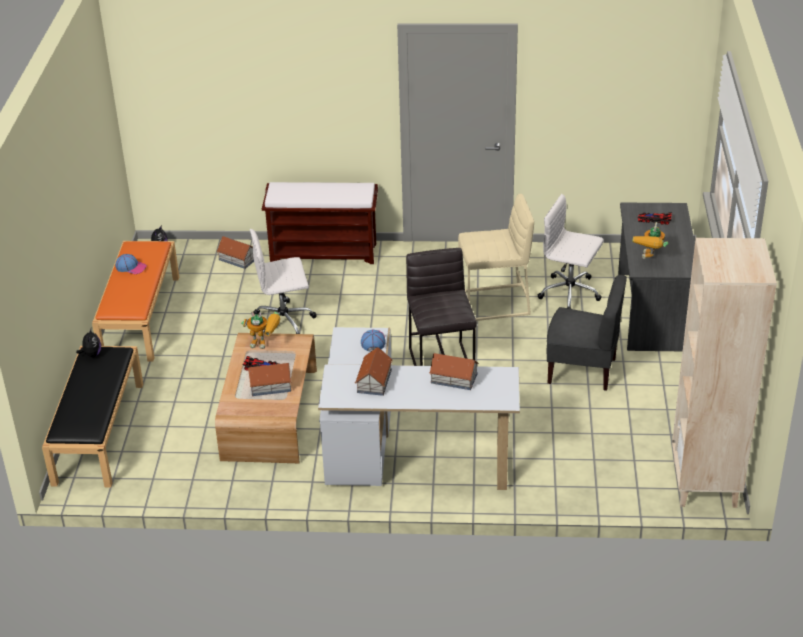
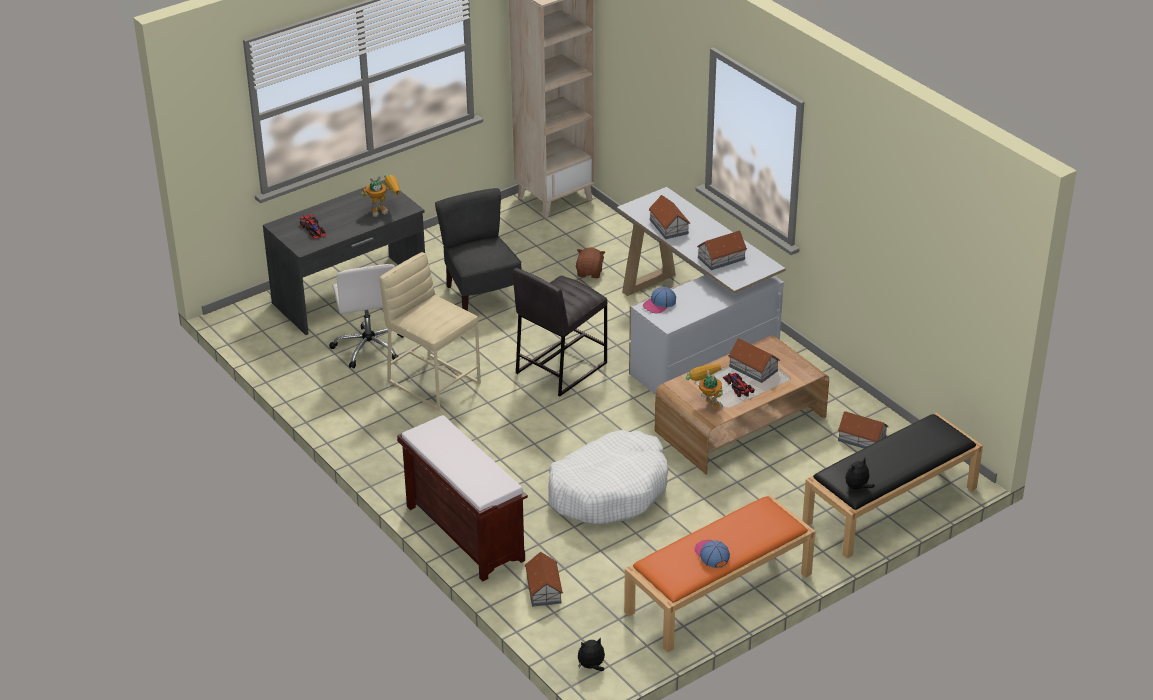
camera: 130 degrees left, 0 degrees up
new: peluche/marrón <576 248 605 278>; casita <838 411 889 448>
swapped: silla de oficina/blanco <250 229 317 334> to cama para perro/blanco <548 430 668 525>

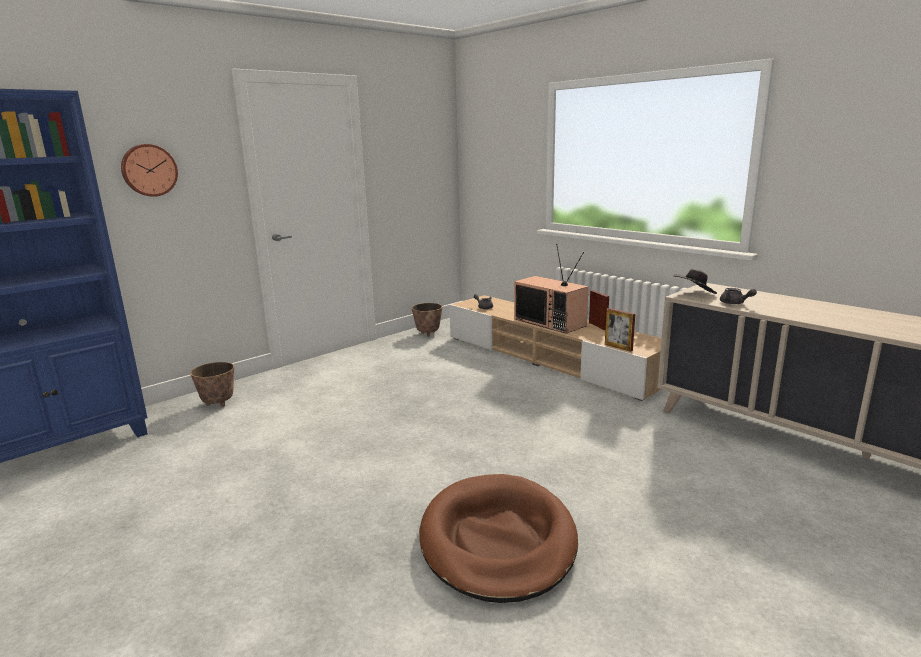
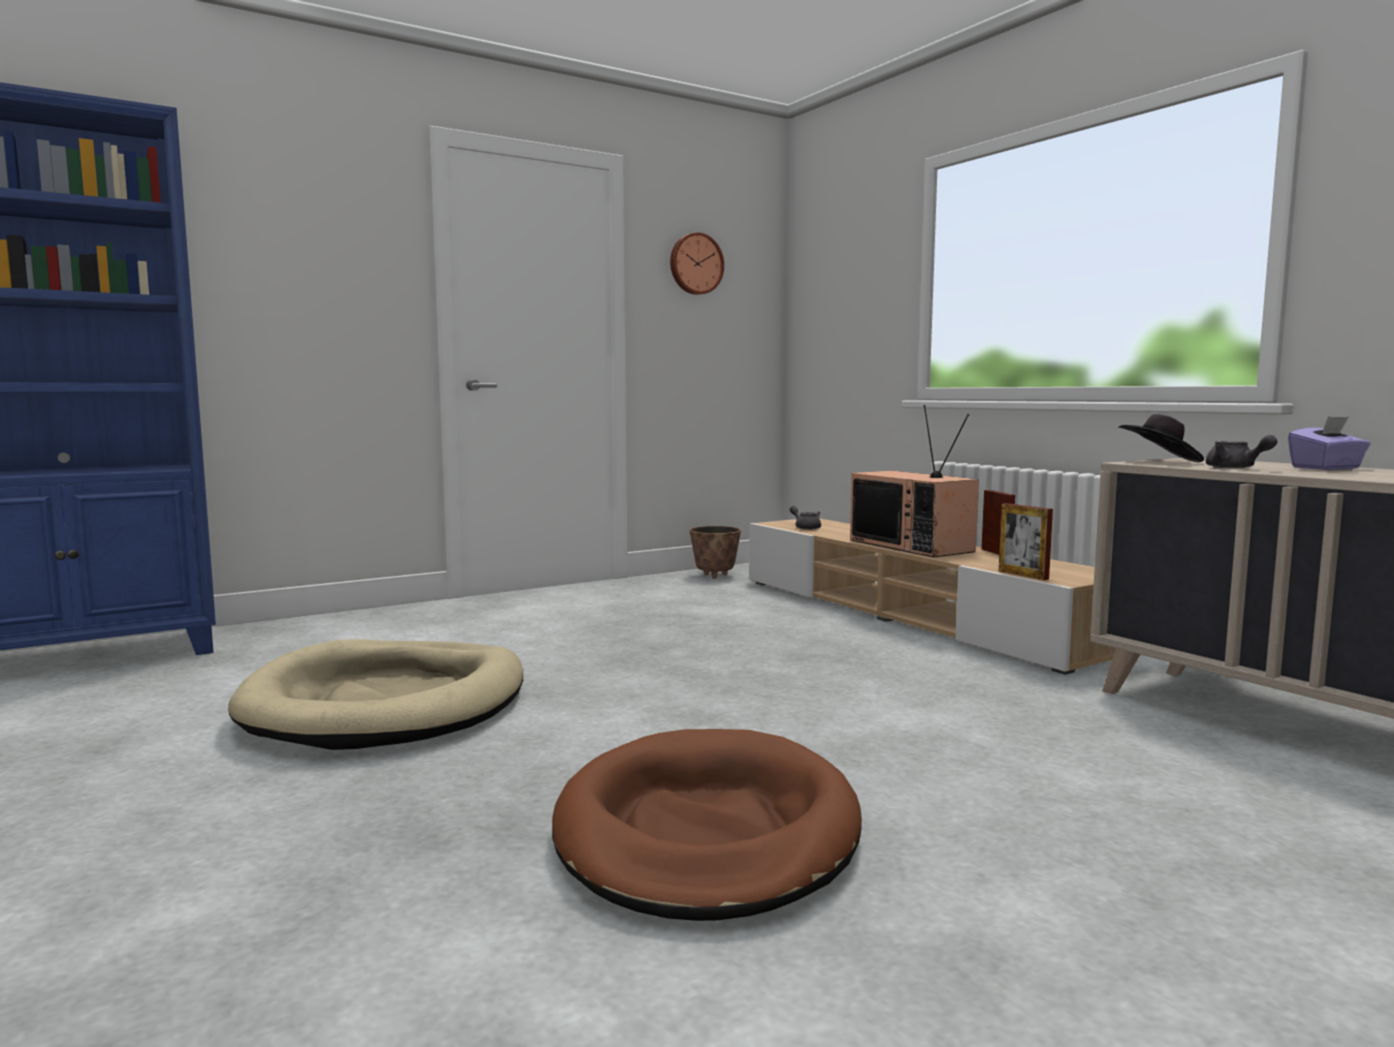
camera: 10 degrees right, 10 degrees down
gone: maceta <190 362 234 407>
new: cama para perro/beis <228 639 523 750>; caja de pañuelos/morado <1288 416 1370 470>
shifted: reloj de pared <121 144 178 197> to <670 232 724 295>

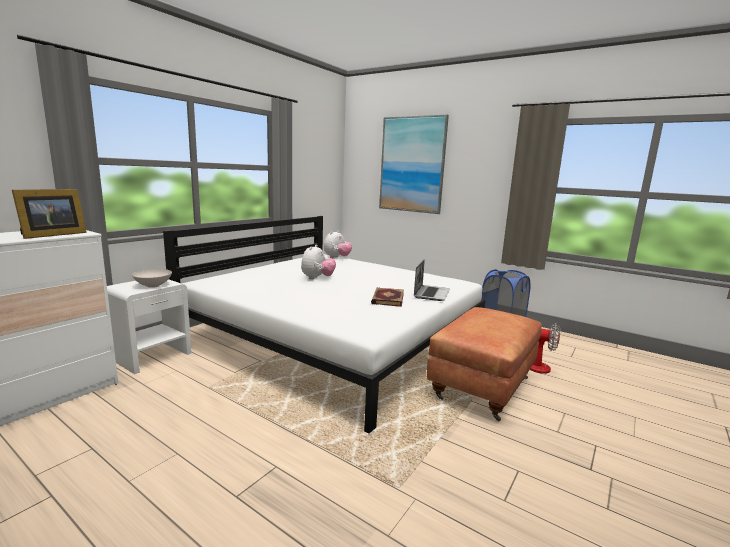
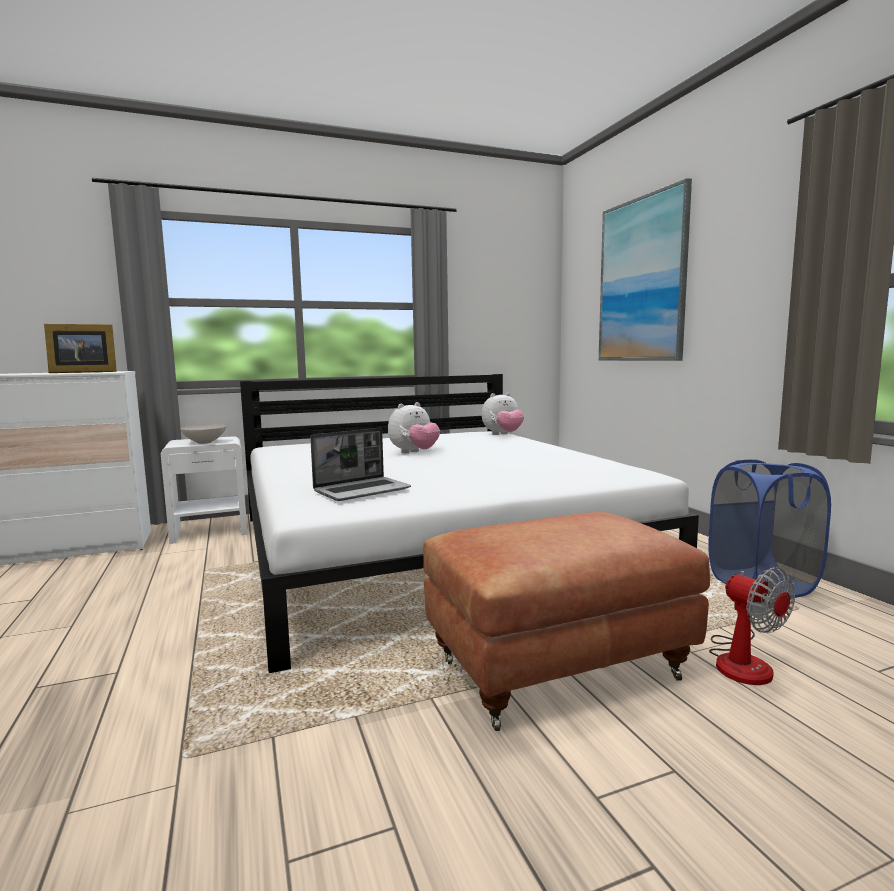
camera: 35 degrees right, 5 degrees down
gone: libro <371 288 404 307>
shifted: portátil <414 259 450 301> to <310 428 411 501>

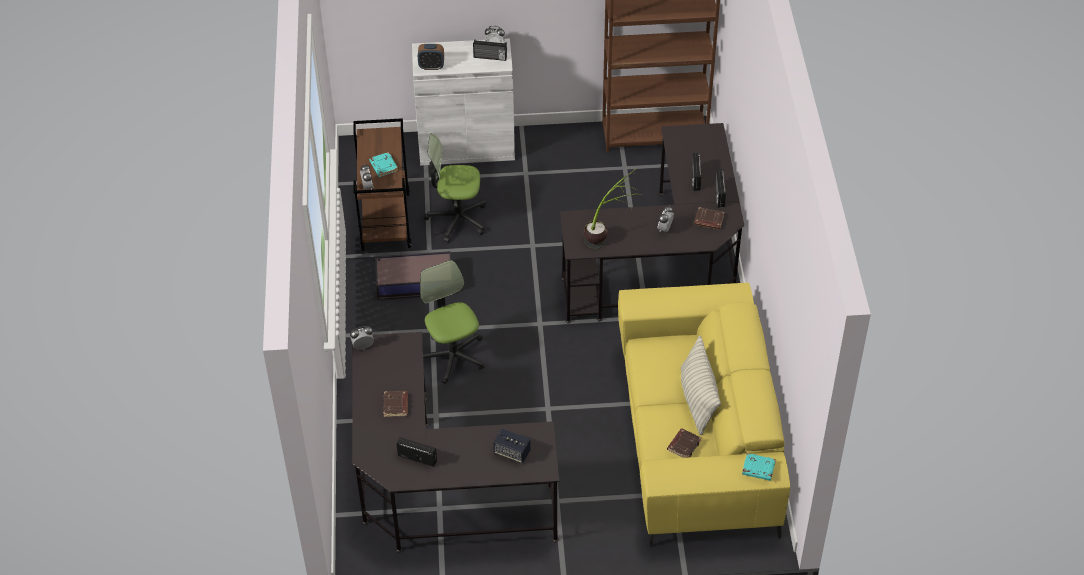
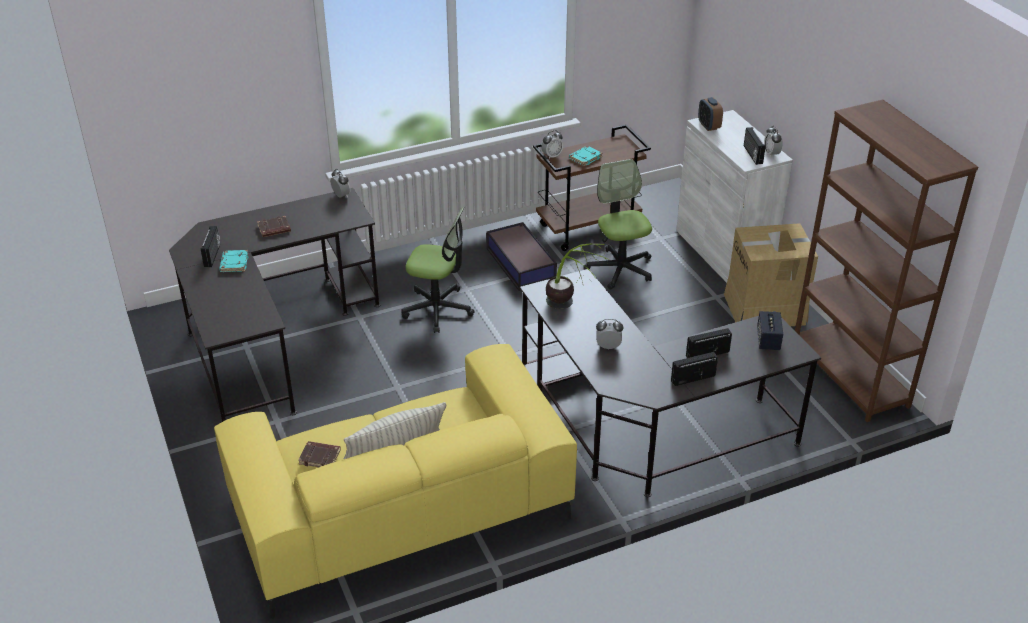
camera: 70 degrees right, 10 degrees down
gone: libro/marrón <694 207 725 230>
new: caja de cartón <724 223 818 326>
shifted: libro/turquesa <742 453 776 481> to <219 250 248 272>; altavoz <493 428 531 463> to <757 311 783 350>
rotated: silla de oficina <420 260 484 384> = <401 207 475 333> 60 degrees clockwise

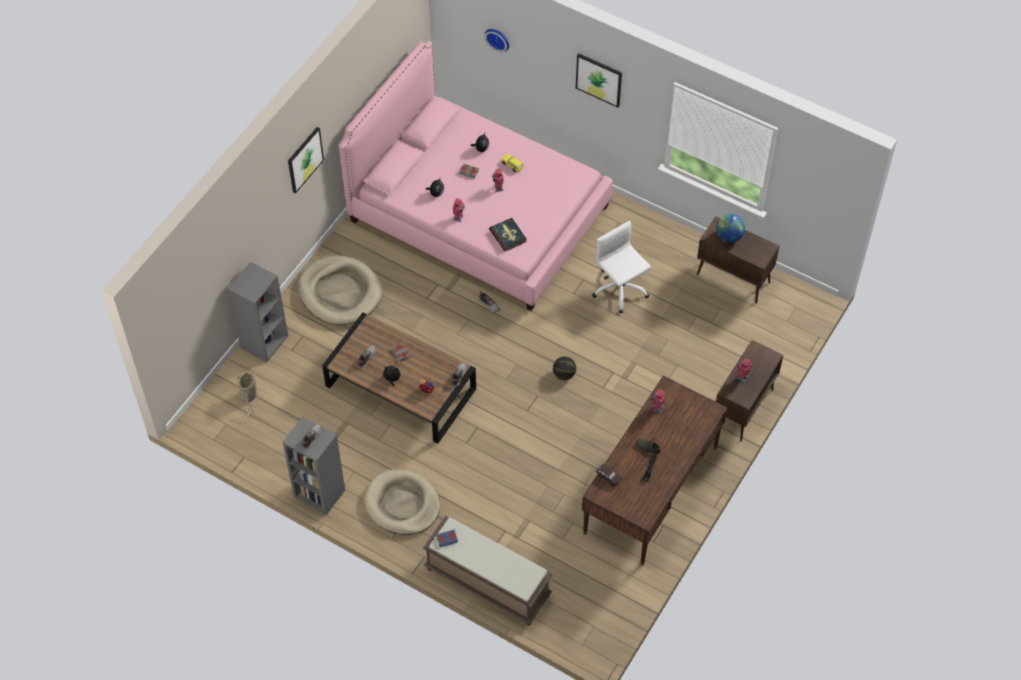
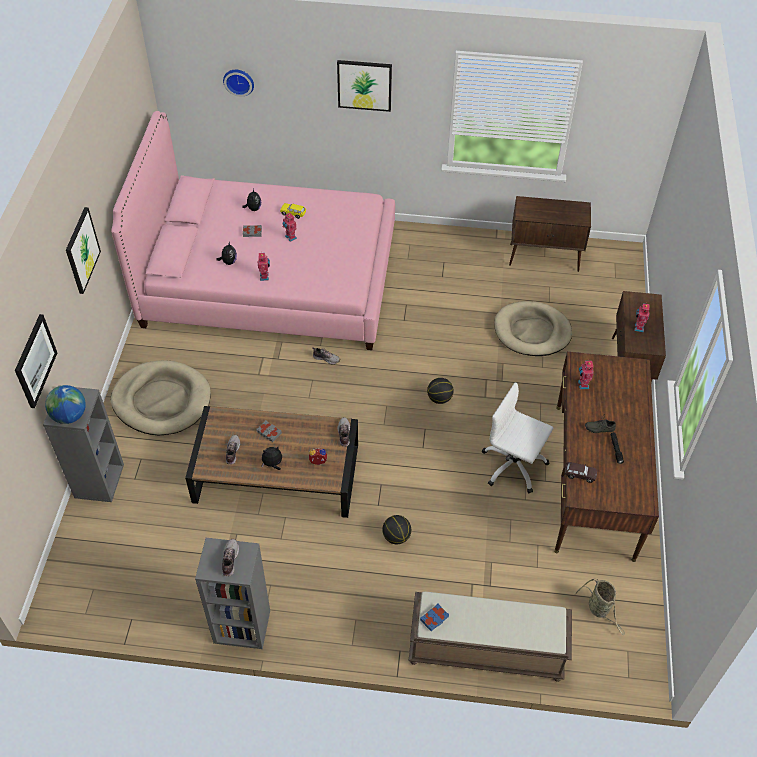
camera: 25 degrees left, 5 degrees down
gone: libro <489 218 527 252>
new: cuadro <15 314 57 408>; balón de baloncesto <382 515 411 544>
shifted: globo terráqueo <716 214 745 243> to <45 385 86 424>; silla de oficina/blanco <592 221 651 313> to <482 382 553 493>; cama para perro/beis <365 469 440 535> to <494 301 572 356>; cesta <236 370 256 418> to <575 579 625 635>

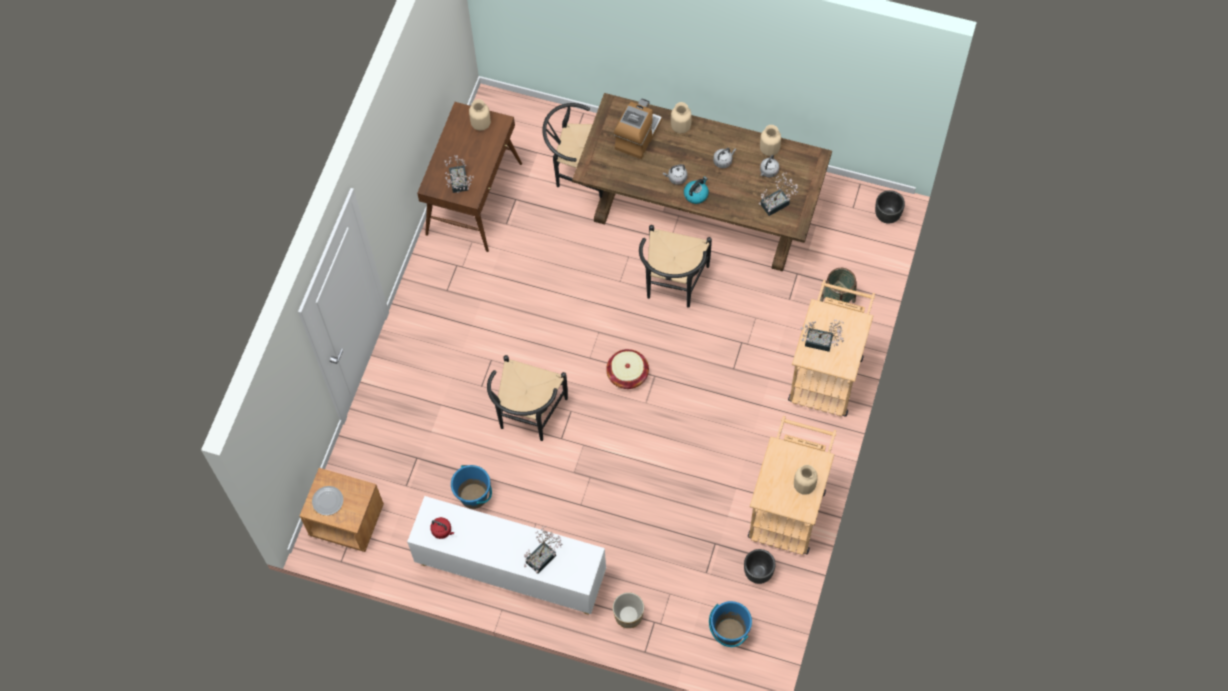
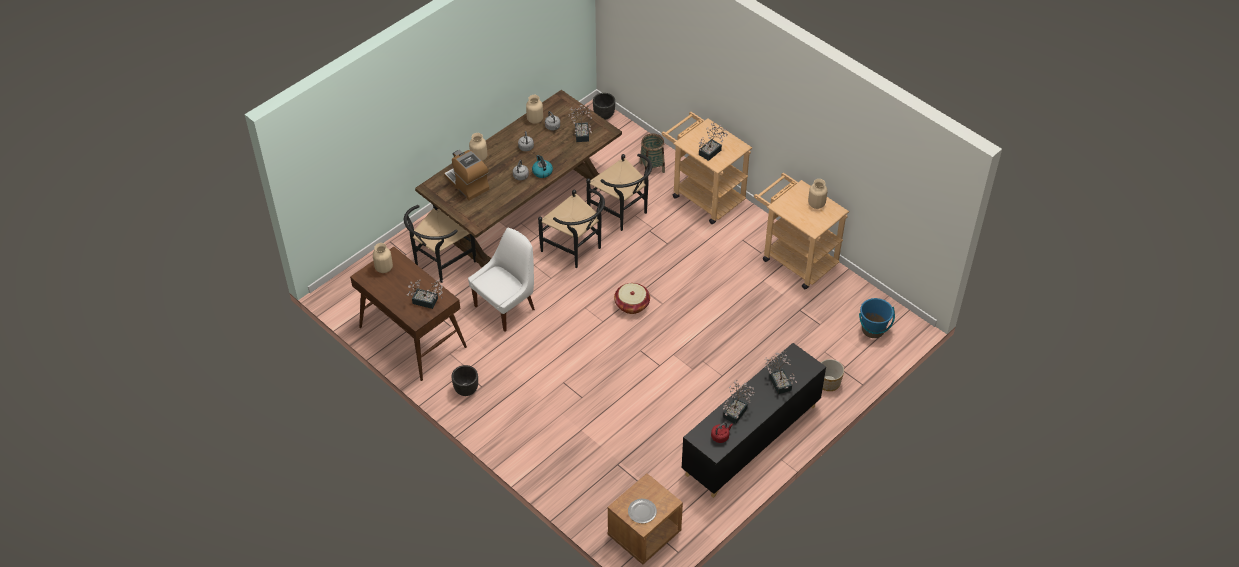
camera: 65 degrees left, 15 degrees down
gone: cubo/azul <451 465 492 509>
new: silla/blanco <468 228 535 332>; planta en maceta <723 380 754 424>
shifted: maceta/negro <744 549 776 584> to <452 365 478 396>; silla/negro <487 355 568 441> to <586 154 652 231>
repainted: armario/blanco <407 496 606 615> to armario/negro <681 343 826 498>

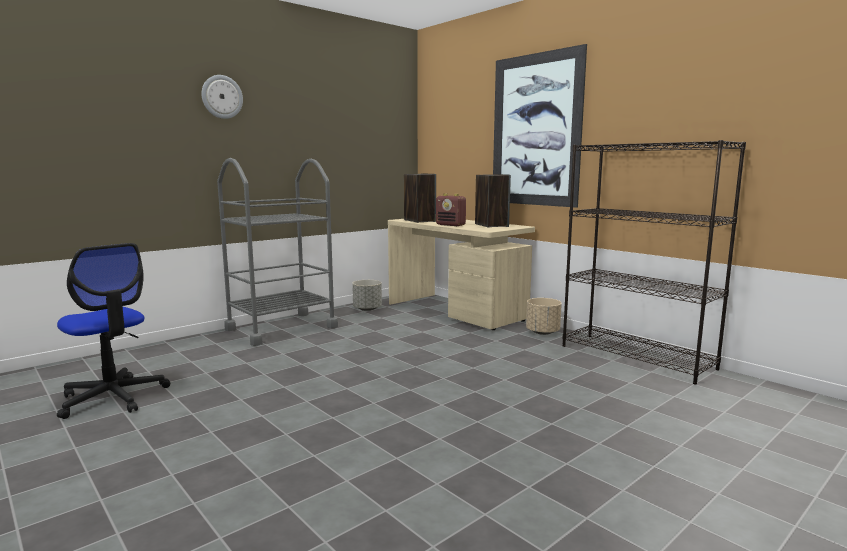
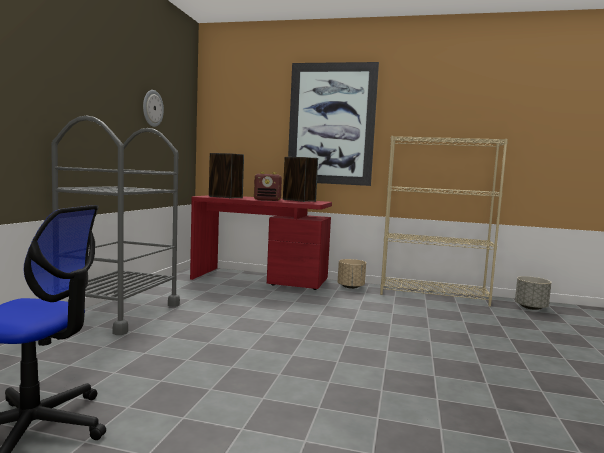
camera: 35 degrees left, 5 degrees down
shifted: reloj de pared <202 75 243 119> to <143 90 164 127>; maceta/gris <352 280 382 311> to <515 276 552 310>
repainted: escritorio/beis <388 219 535 330> to escritorio/rojo <190 195 332 290>; estantería/negro <563 140 746 385> to estantería/beis <380 136 508 307>

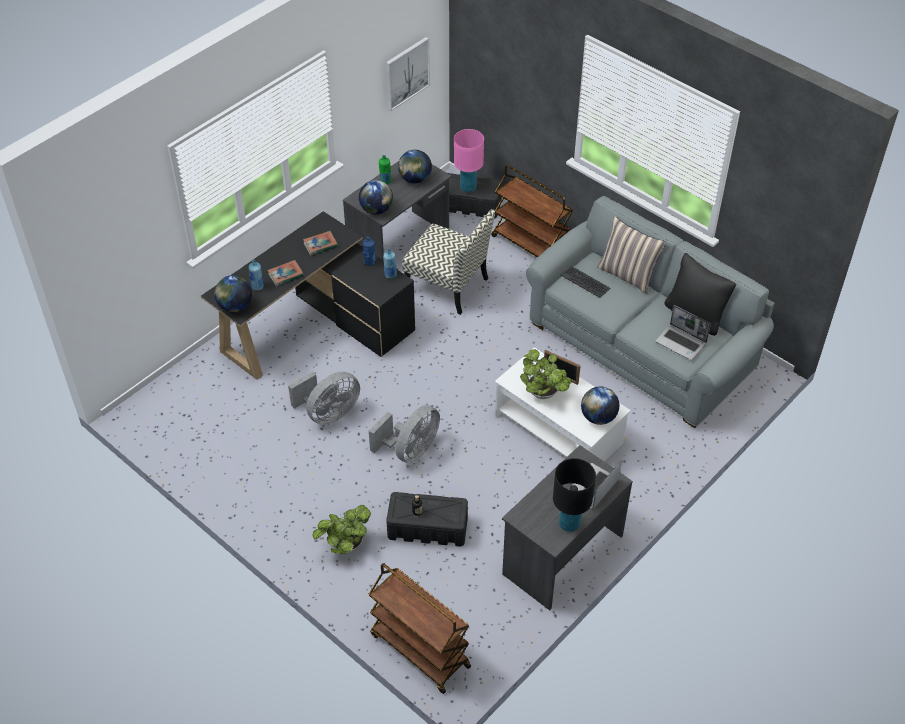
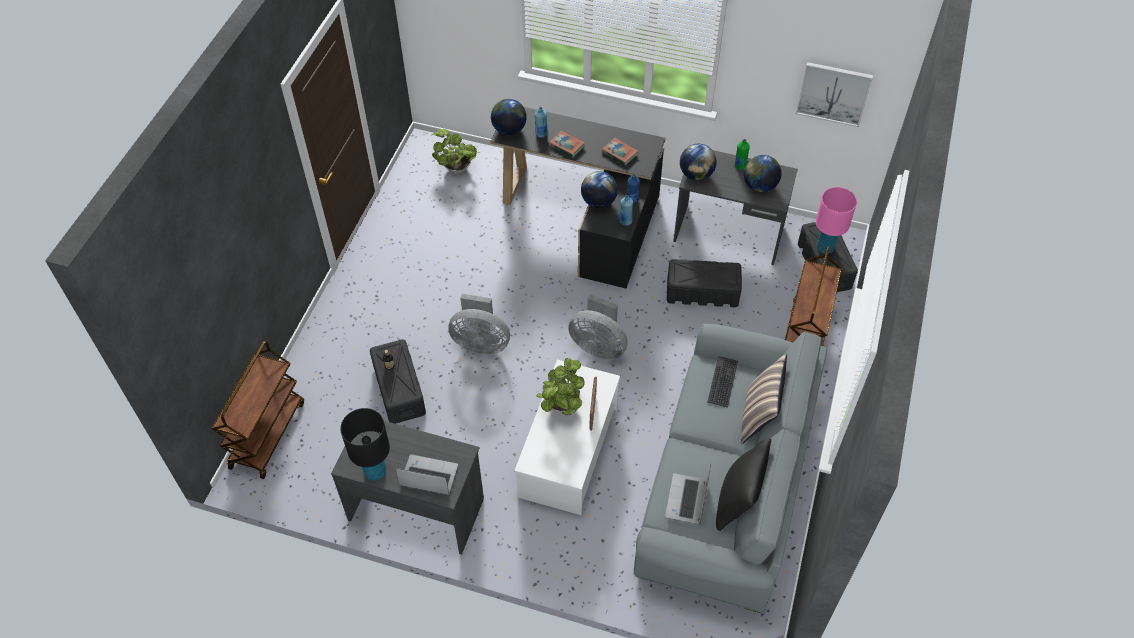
camera: 65 degrees right, 5 degrees up
shifted: planta en maceta <313 505 371 554> to <432 129 477 174>; ventilador/gris <288 371 360 425> to <568 294 628 360>; globo terráqueo <581 387 619 425> to <581 171 618 208>
swapped: silla <402 209 495 315> to caja de almacenaje/negro <667 259 742 307>

